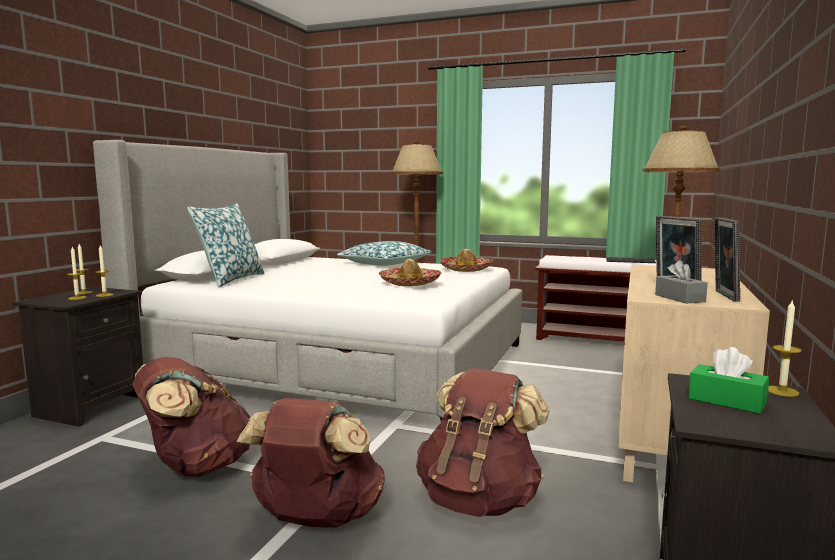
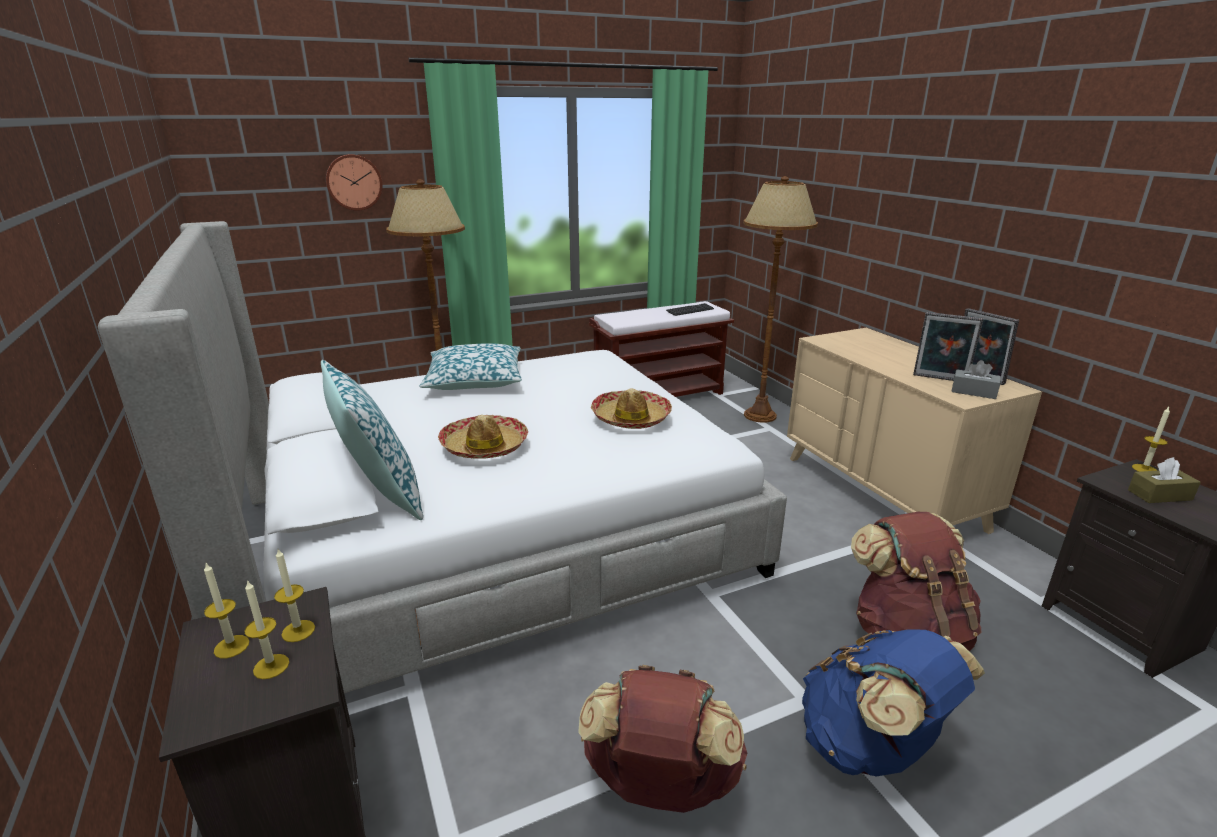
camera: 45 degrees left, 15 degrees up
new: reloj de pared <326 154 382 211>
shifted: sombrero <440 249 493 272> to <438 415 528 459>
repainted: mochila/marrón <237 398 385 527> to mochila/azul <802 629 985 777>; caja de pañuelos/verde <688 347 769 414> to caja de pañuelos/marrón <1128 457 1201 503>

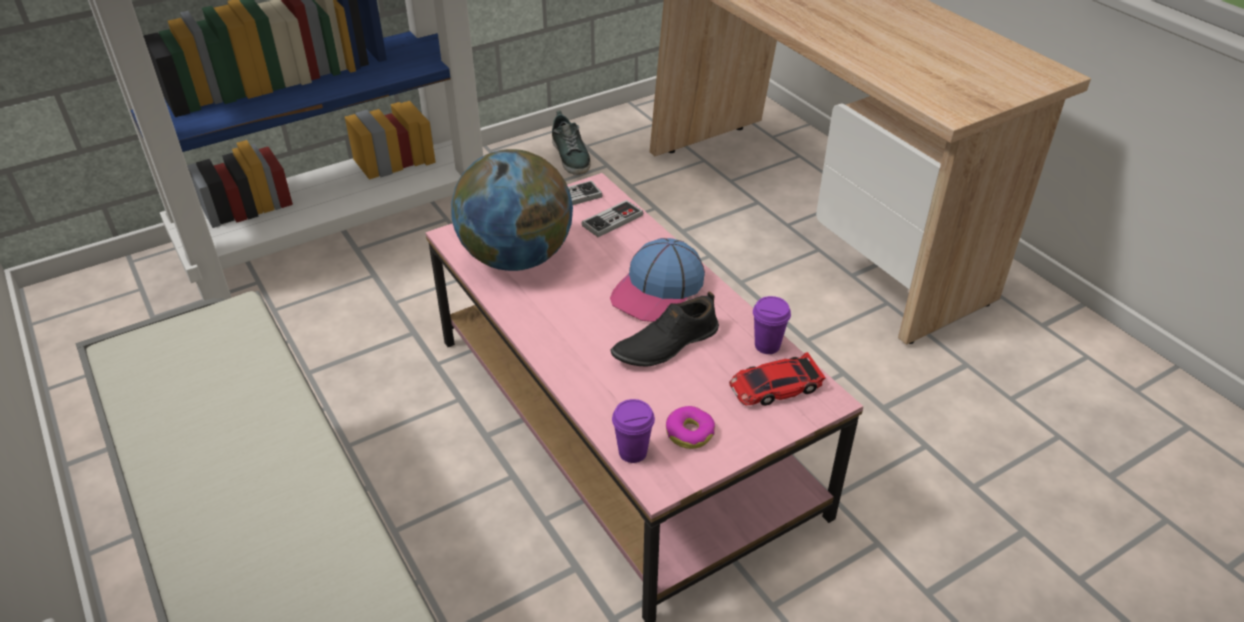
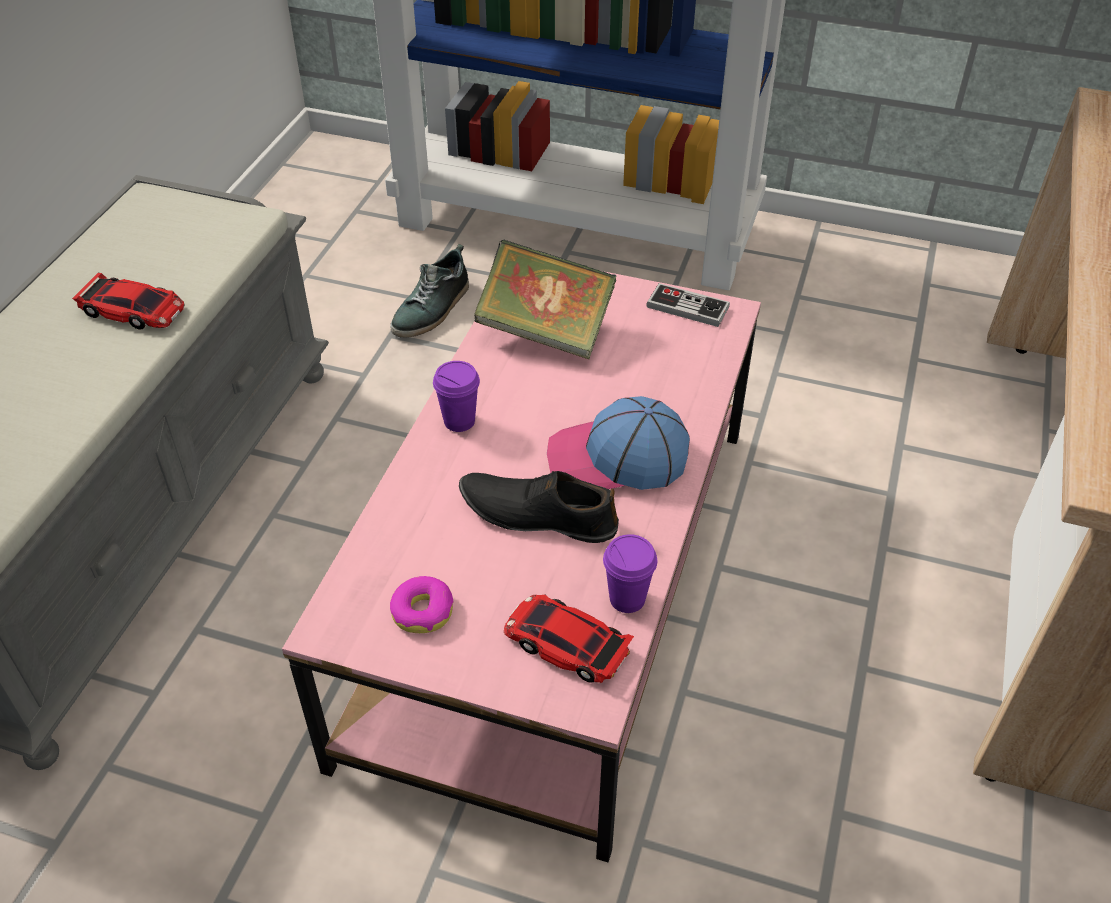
camera: 50 degrees right, 5 degrees up
gone: mando de consola <582 200 643 237>
new: coche de juguete <72 273 185 330>
shifted: zapato <552 111 591 175> to <390 244 469 338>; taza/morado <612 399 655 463> to <433 361 480 432>
swapped: globo terráqueo <451 149 573 271> to libro <474 239 616 359>

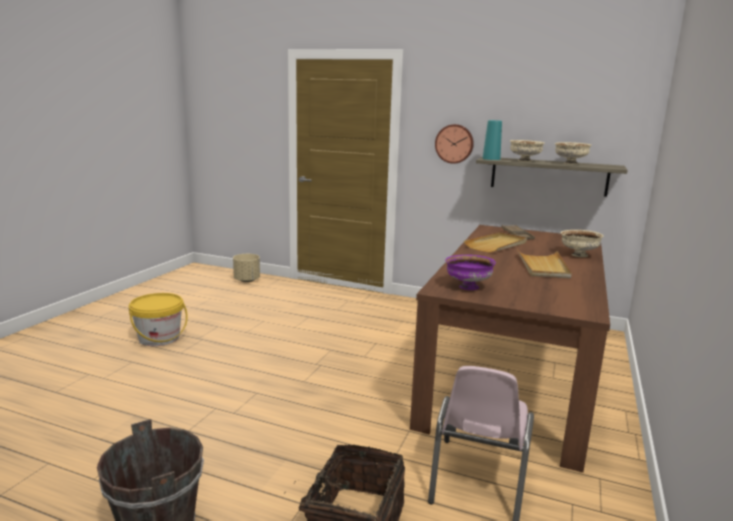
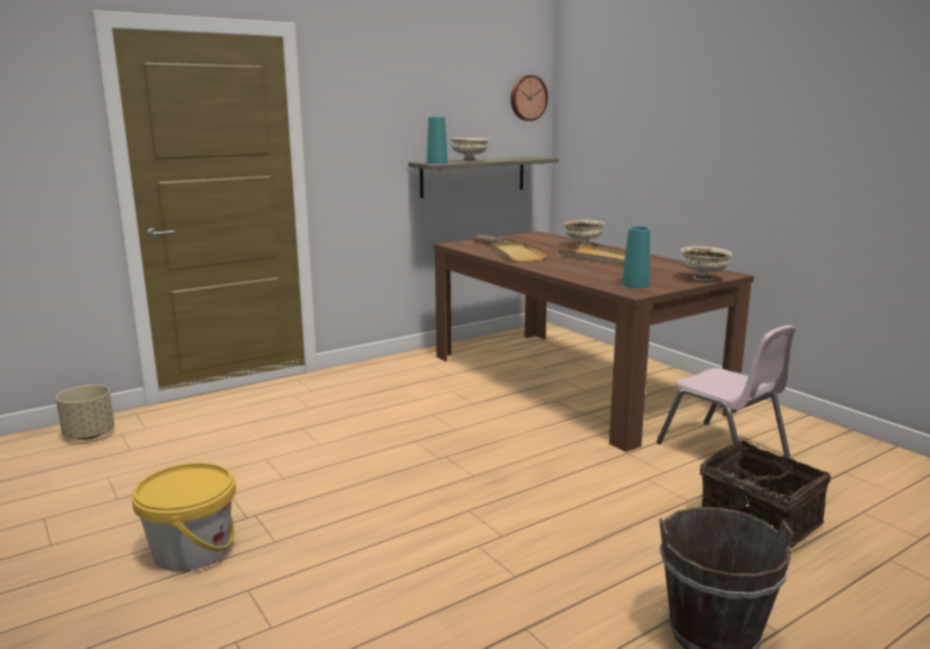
camera: 55 degrees left, 0 degrees up
shifted: reloj de pared <435 124 474 164> to <511 75 548 121>; cuenco/beis <555 142 591 164> to <681 246 732 281>
swapped: cuenco/morado <445 255 496 290> to florero/turquesa <622 227 650 288>

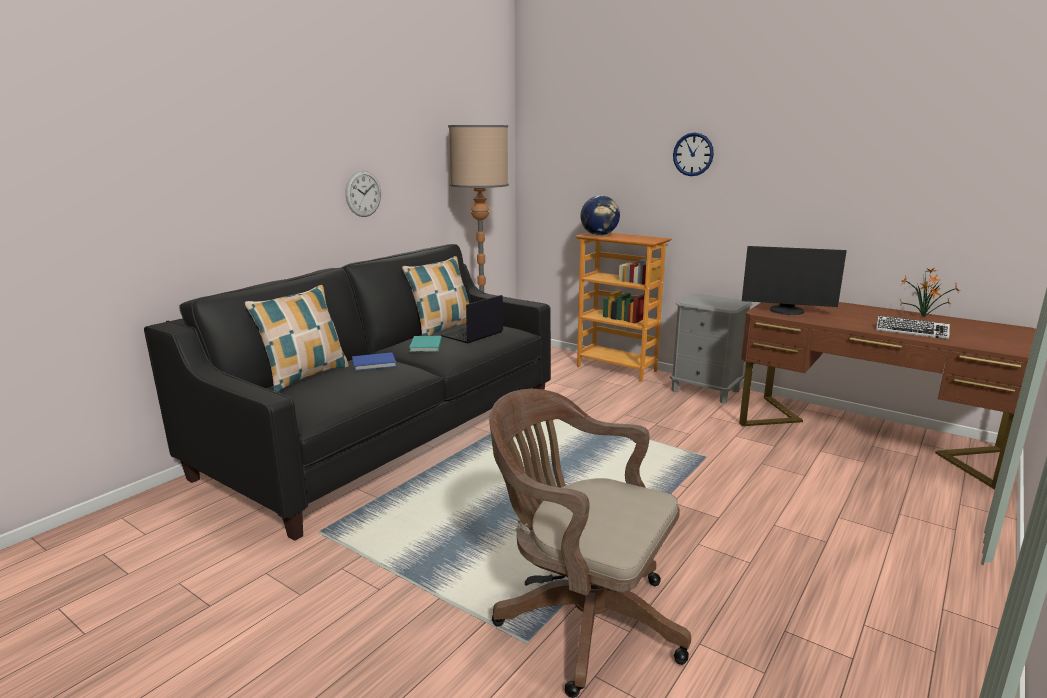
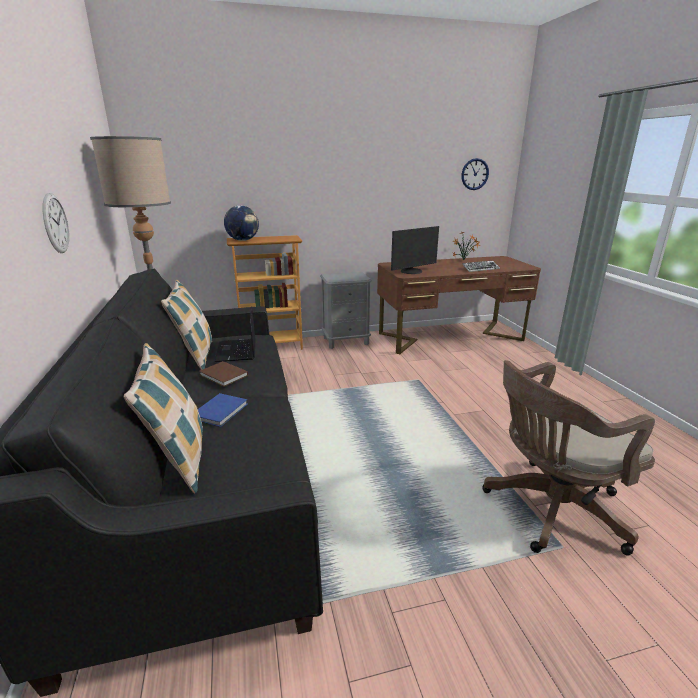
camera: 50 degrees left, 5 degrees up
shifted: reloj de pared <673 133 714 176> to <461 158 489 190>
repainted: libro/turquesa <409 336 442 352> to libro/marrón <199 361 248 387>

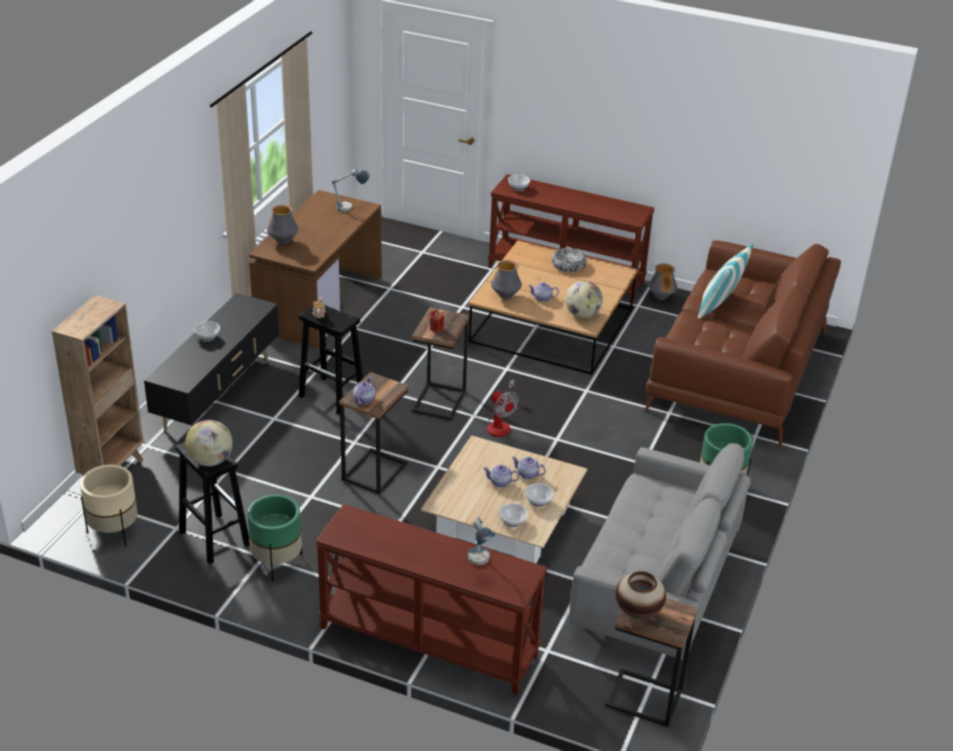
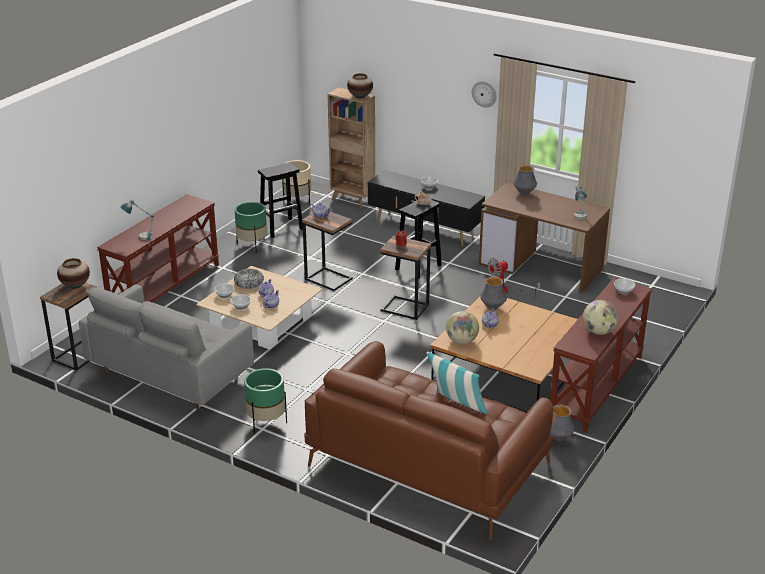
camera: 100 degrees right, 5 degrees down
new: florero <347 73 373 99>; reloj de pared <472 81 496 108>
shifted: cuenco <552 248 587 272> to <234 269 264 289>; ventilador <487 379 519 437> to <488 258 540 300>; globo terráqueo <185 420 233 466> to <583 300 618 335>

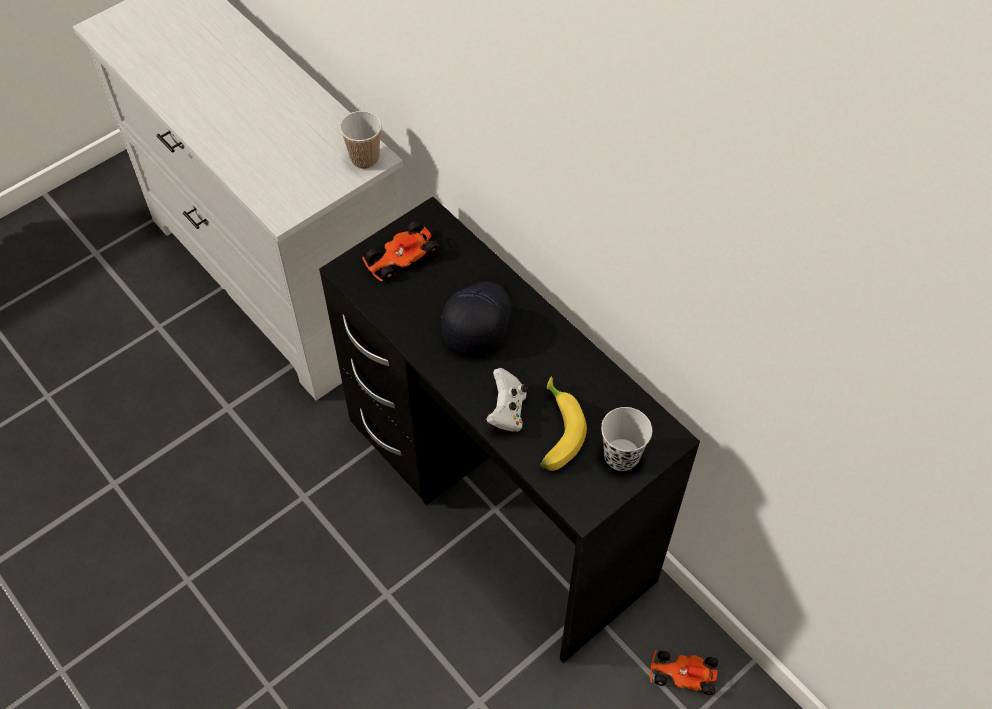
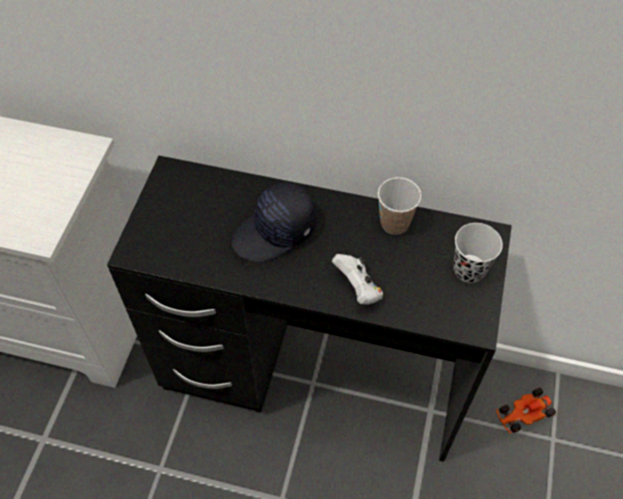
camera: 35 degrees left, 0 degrees up
gone: coche de juguete <362 221 439 282>; plátano <540 376 587 471>
shifted: taza <340 111 382 169> to <378 177 421 235>
rotated: gorra/negro <441 281 512 355> = <231 182 316 263> 105 degrees counterclockwise

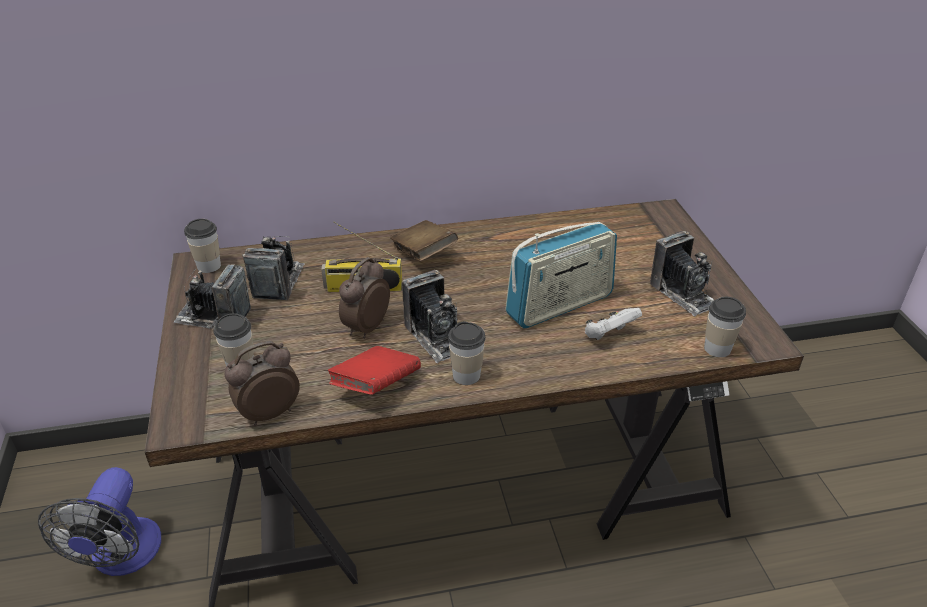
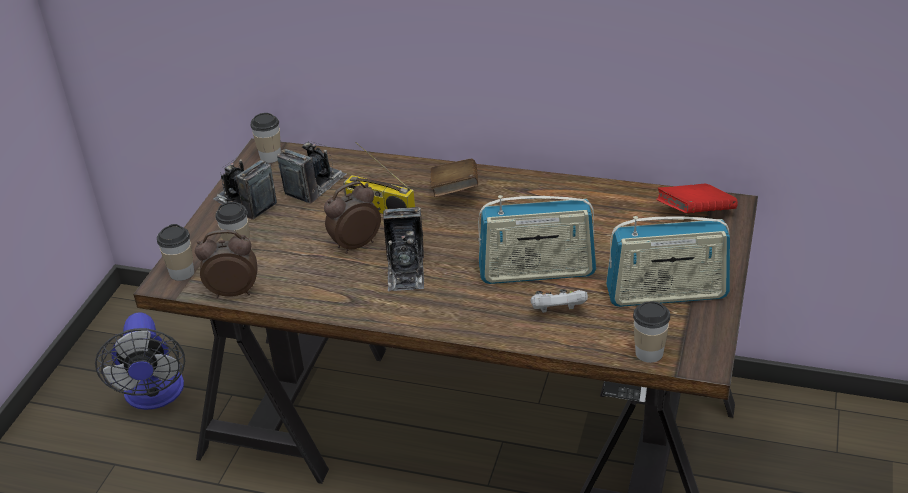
camera: 30 degrees right, 0 degrees up
shifted: taza <448 321 486 385> to <157 224 194 281>; libro/rojo <327 346 421 395> to <656 184 738 213>
swapped: cámara <650 231 714 317> to radio <606 216 730 307>
rotated: ventilador <38 467 161 576> = <95 312 185 410> 45 degrees counterclockwise

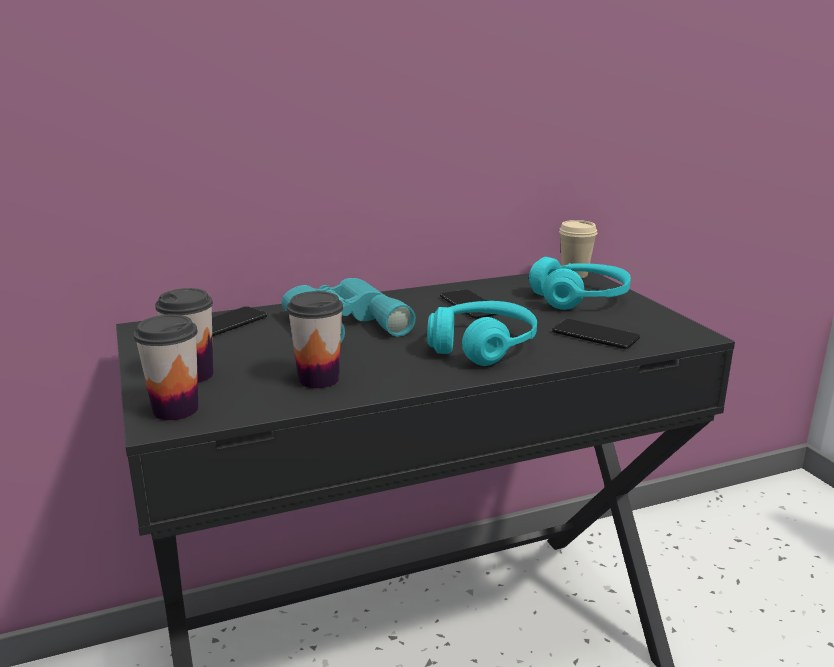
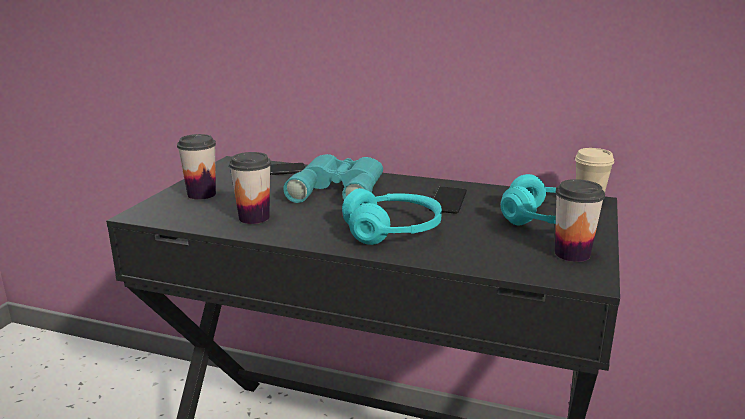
camera: 40 degrees right, 0 degrees up
gone: móvil <552 319 640 349>
shifted: taza <134 314 198 421> to <555 179 605 262>

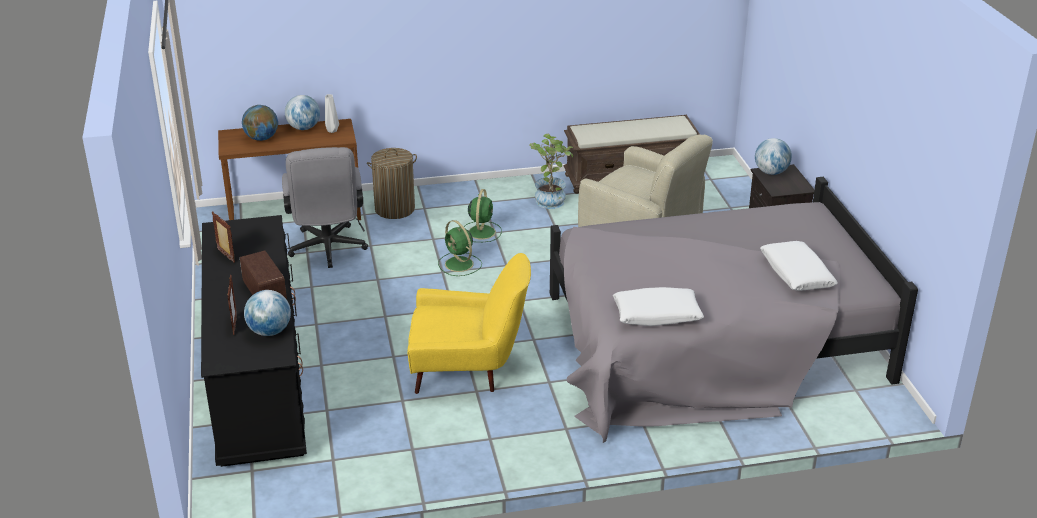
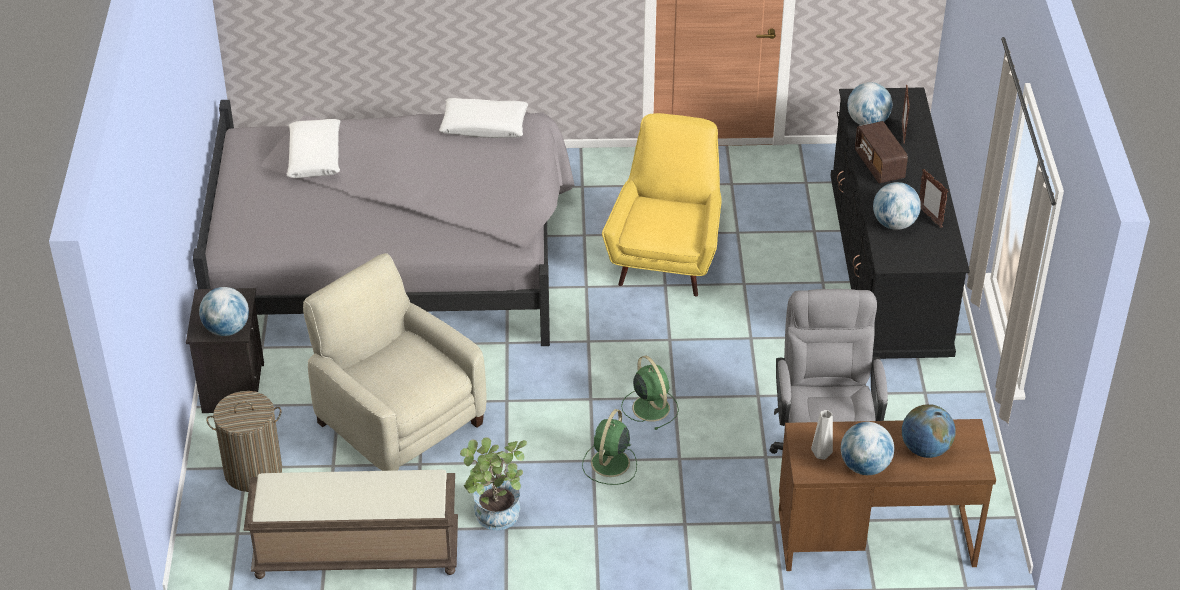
camera: 170 degrees left, 10 degrees up
new: globo terráqueo <873 182 921 230>
shifted: cesto de la ropa <367 148 417 219> to <206 391 282 492>
rotated: sillón/amarillo <407 253 531 394> = <602 113 722 296> 90 degrees clockwise

